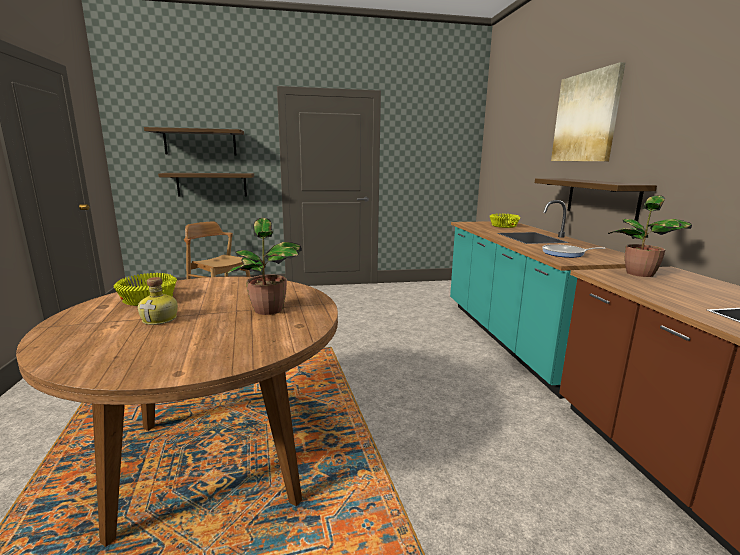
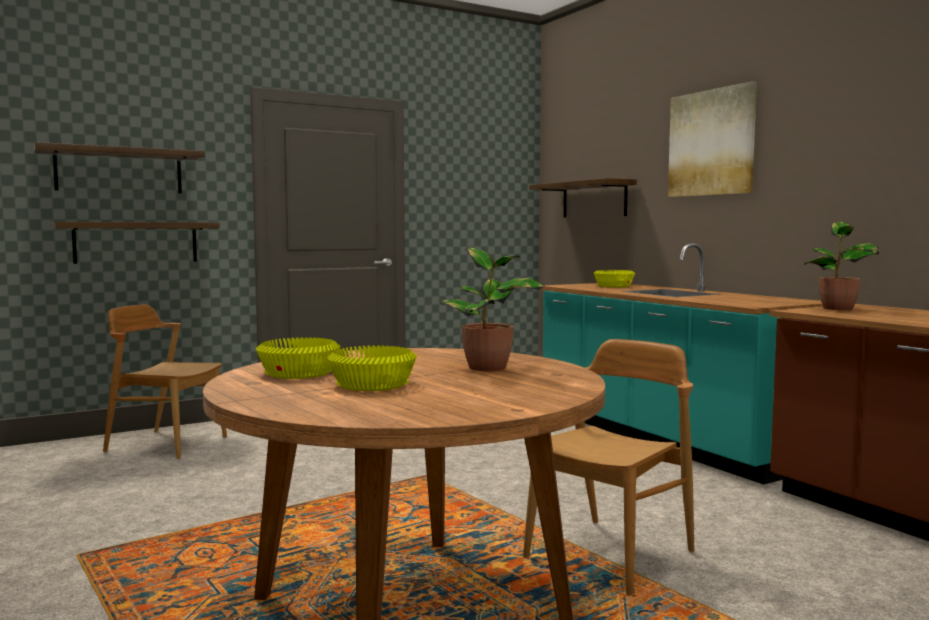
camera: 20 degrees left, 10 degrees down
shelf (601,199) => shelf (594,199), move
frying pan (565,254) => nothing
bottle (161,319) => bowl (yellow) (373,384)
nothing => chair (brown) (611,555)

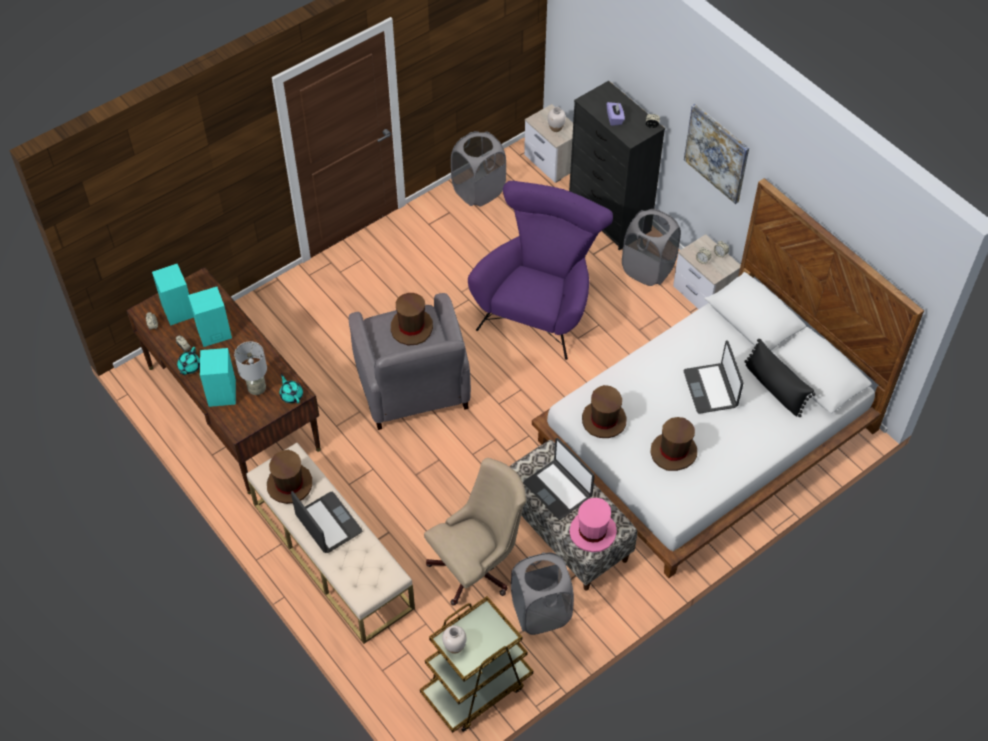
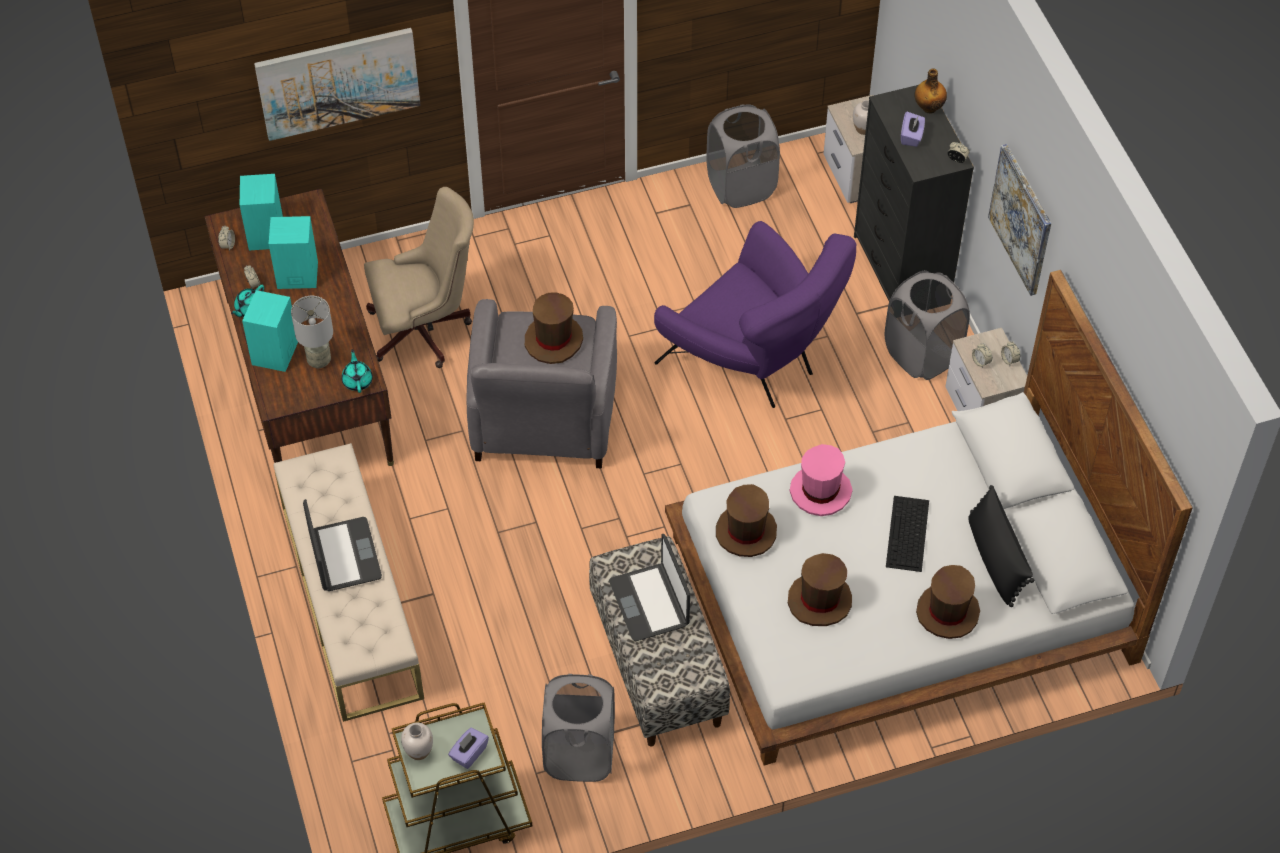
camera: 20 degrees right, 0 degrees up
armchair (purple) (539,305) => armchair (purple) (753,361), 90 degrees clockwise
laptop (711,389) => keyboard (907,534)
hat (brown) (289,484) => hat (brown) (947,612), move
office chair (beige) (477,566) => office chair (beige) (425,330), move
hat (pink) (592,532) => hat (pink) (820,491), move
nothing => picture (338,82)
nothing => bottle (929,107)
nothing => tissue box (purple) (469,753)

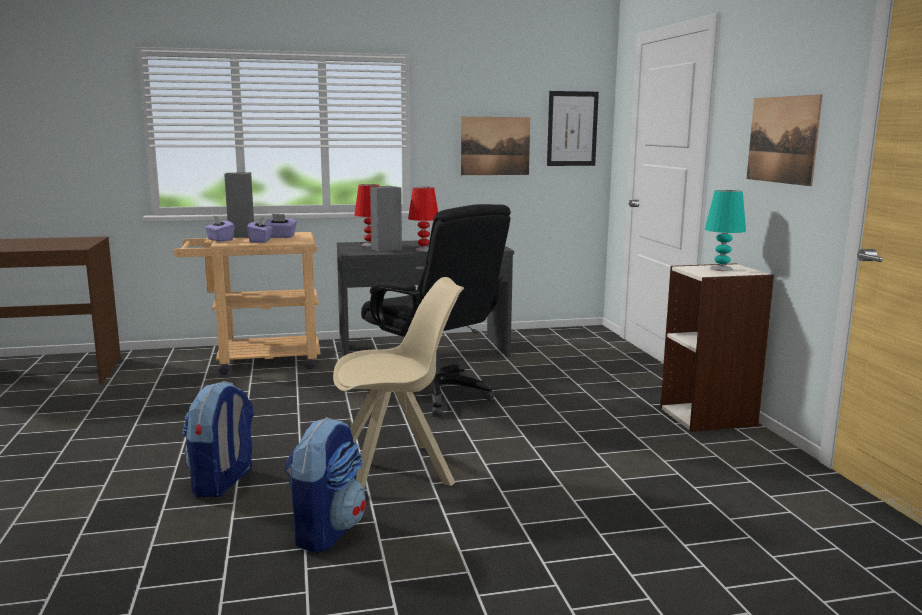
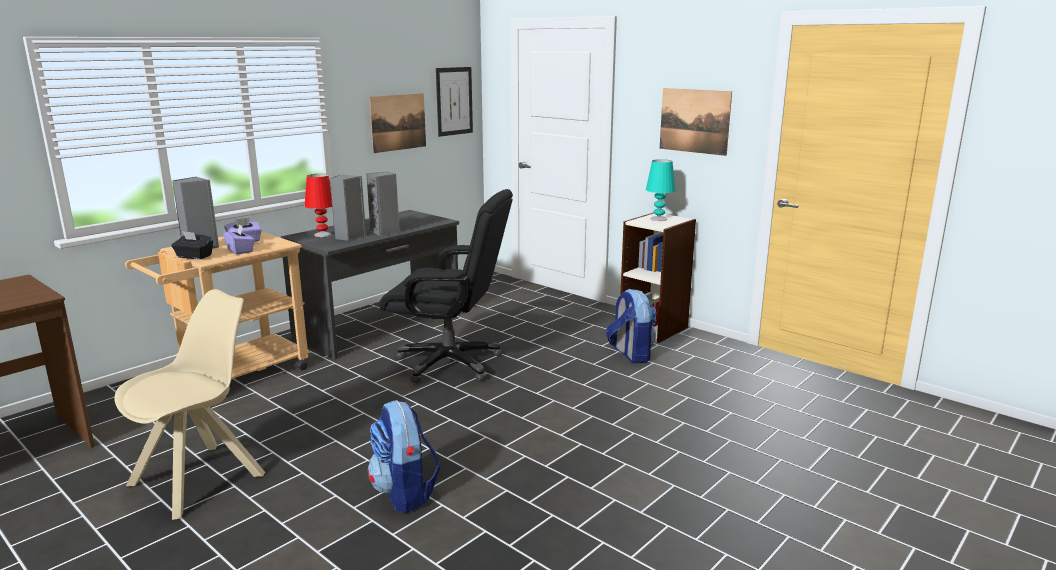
camera: 35 degrees left, 5 degrees up
table lamp (red) (424,250) => speaker (grey) (385,232)
tissue box (purple) (220,240) => tissue box (black) (194,256)
chair (beige) (397,470) => chair (beige) (201,478), move
backpack (326,531) => backpack (630,354), move

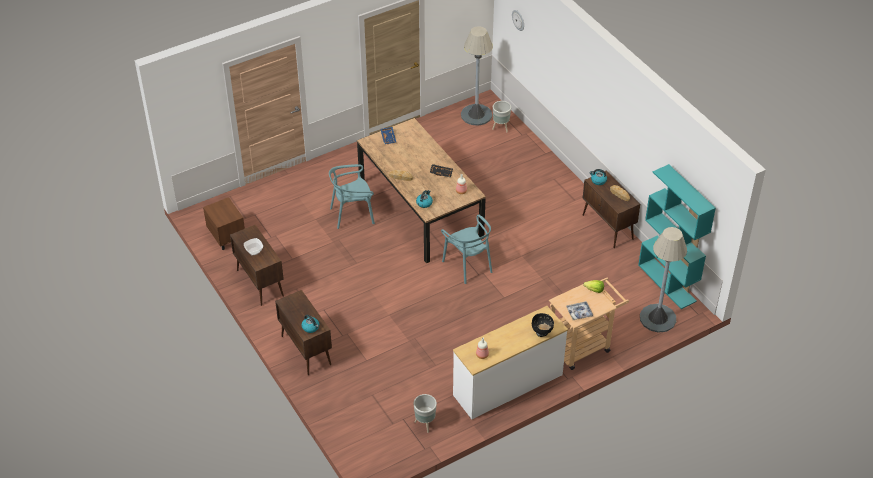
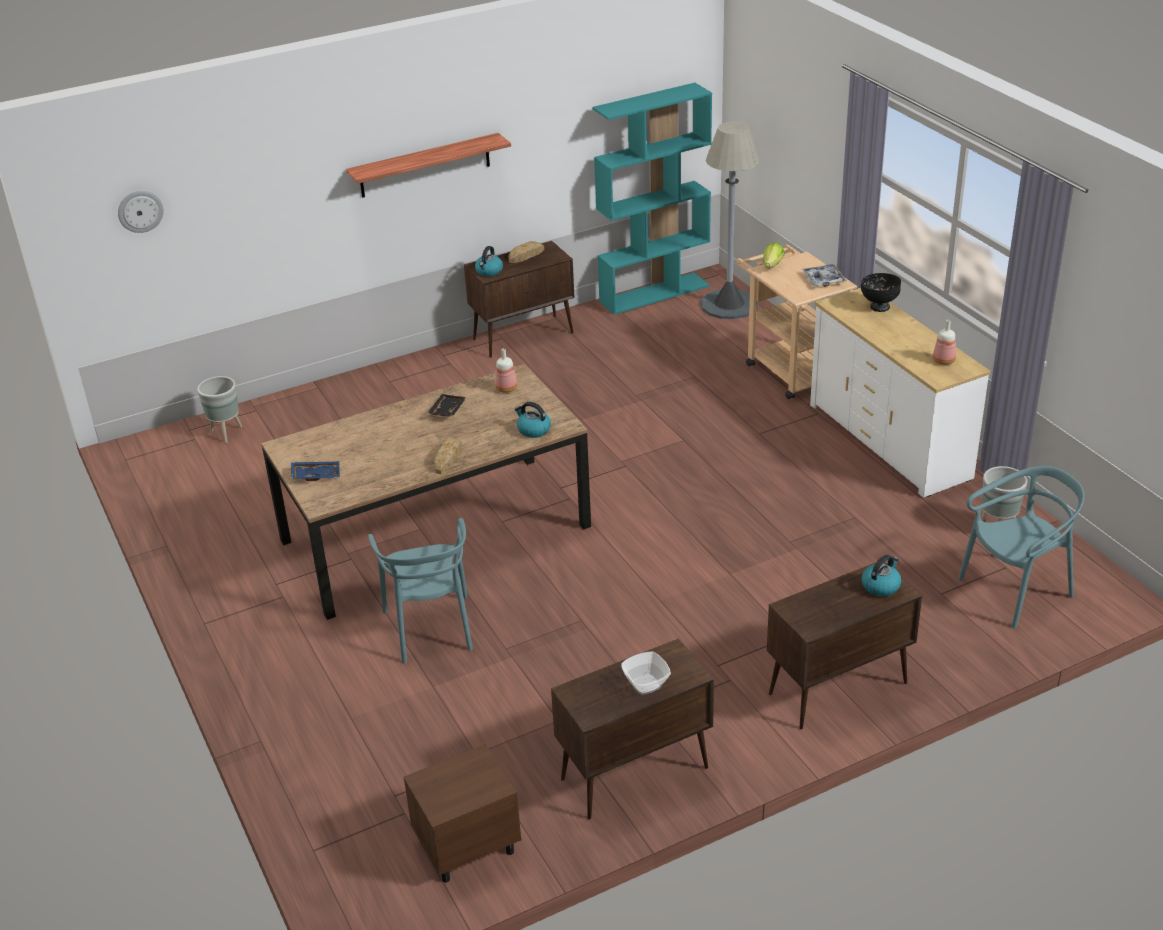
camera: 85 degrees left, 10 degrees down
floor lamp (grey) (476,115) => nothing
chair (turquoise) (468,265) => chair (turquoise) (1016,591), move
nothing => shelf (425,165)

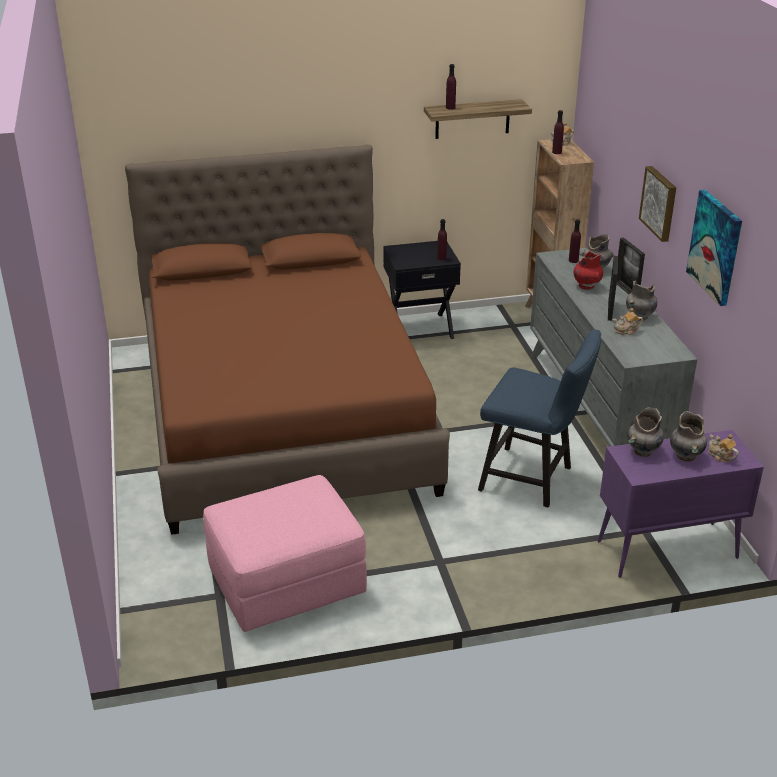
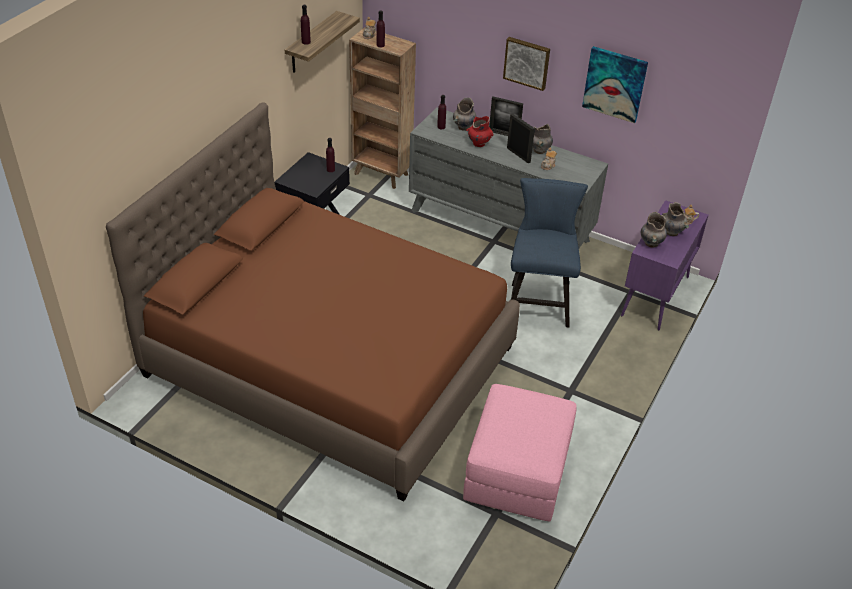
camera: 50 degrees left, 10 degrees up
chair (blue) (532,479) => chair (blue) (538,301), 60 degrees counterclockwise

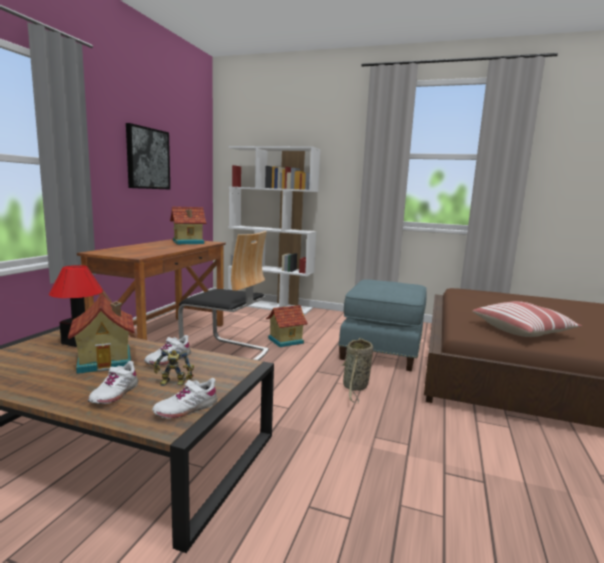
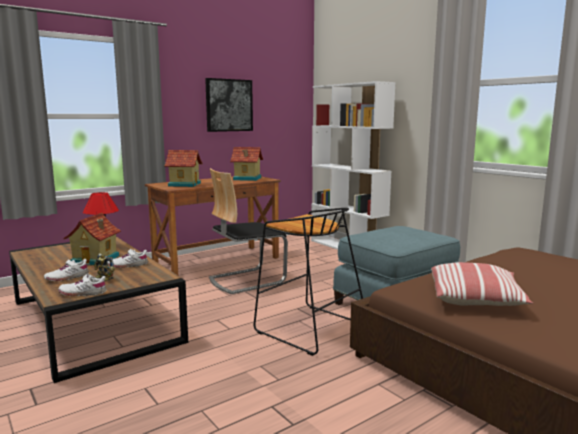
camera: 35 degrees right, 0 degrees up
chair (226,353) => chair (246,280), 90 degrees clockwise
toy house (285,340) => toy house (184,184), move
basket (355,387) => stool (black) (308,328)

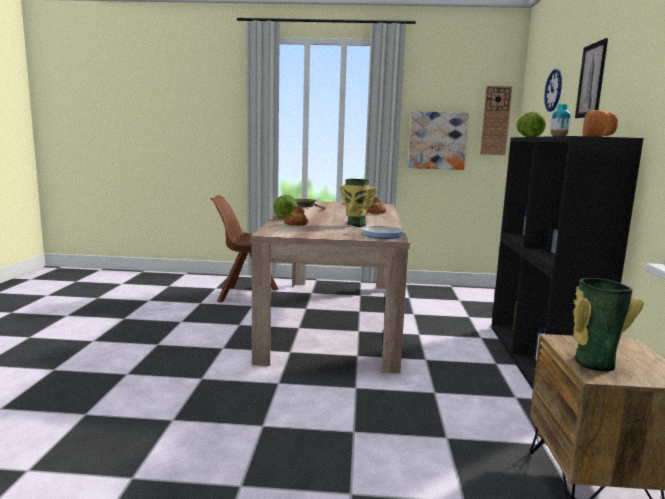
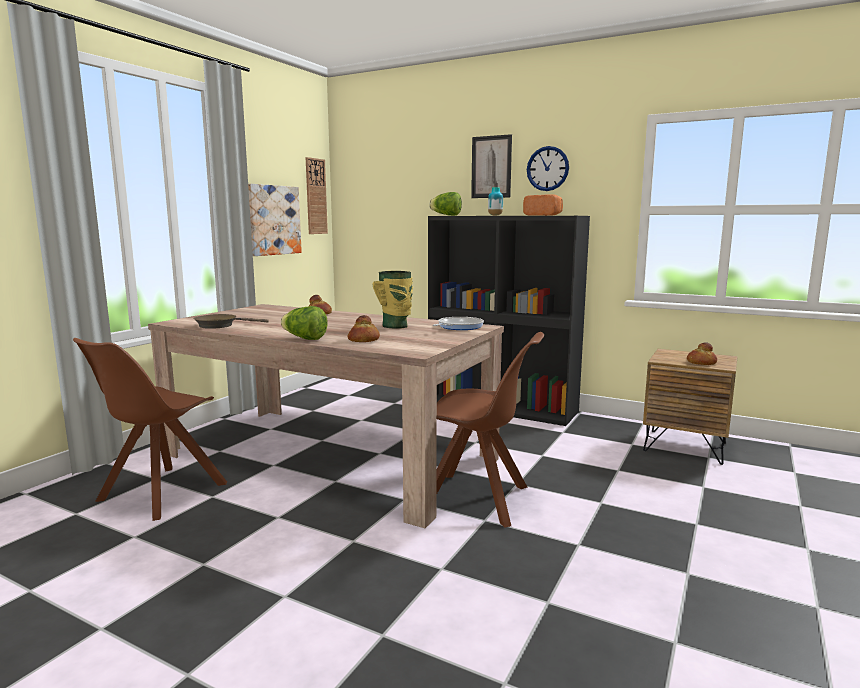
camera: 65 degrees left, 0 degrees up
wall clock (553,90) => wall clock (547,168), move
vase (592,361) => bread (701,363)
nothing => chair (brown) (478,500)

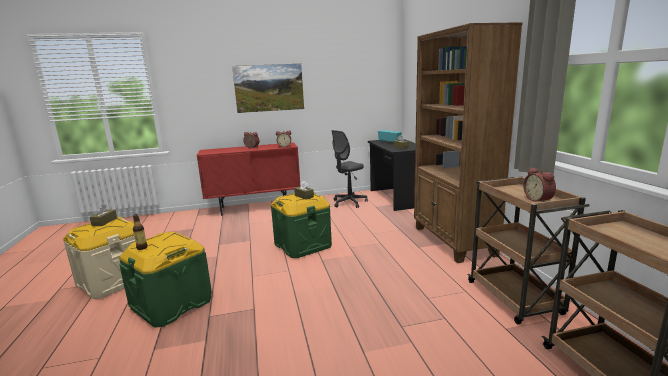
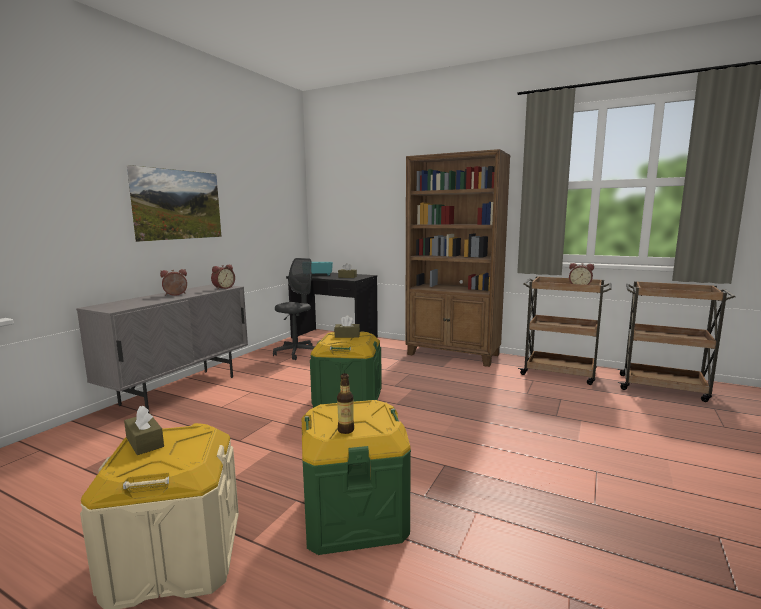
camera: 50 degrees left, 5 degrees down
office chair (grey) (349,203) => office chair (grey) (296,353), 150 degrees counterclockwise
cabinet (red) (254,208) => cabinet (grey) (180,390)

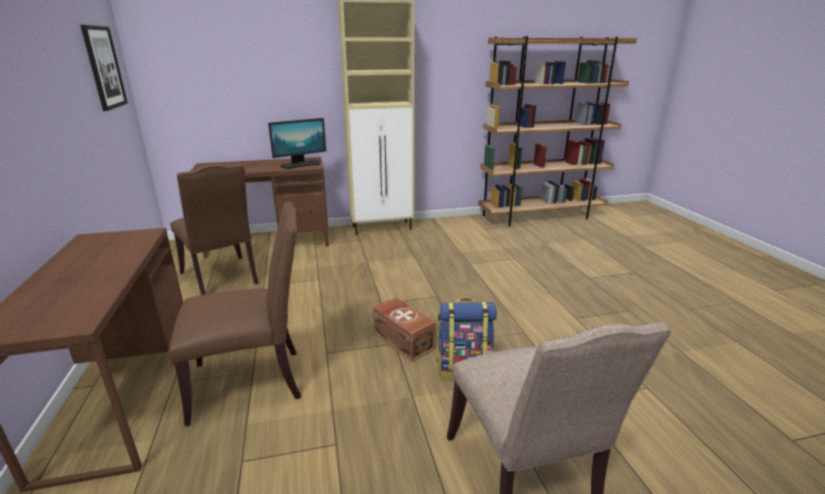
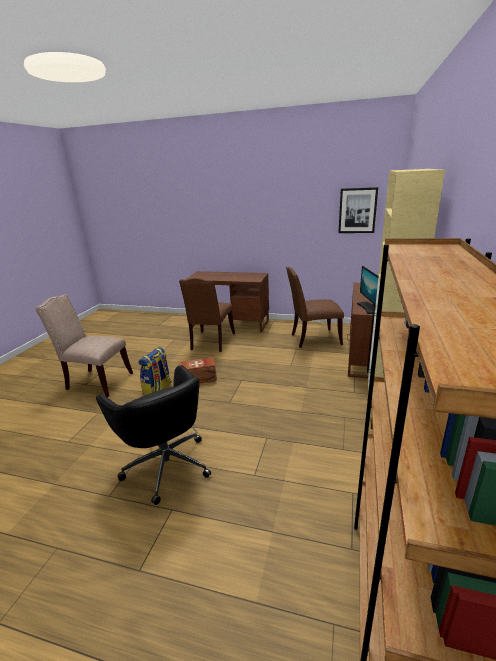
camera: 120 degrees right, 0 degrees up
nothing => office chair (black) (166,464)

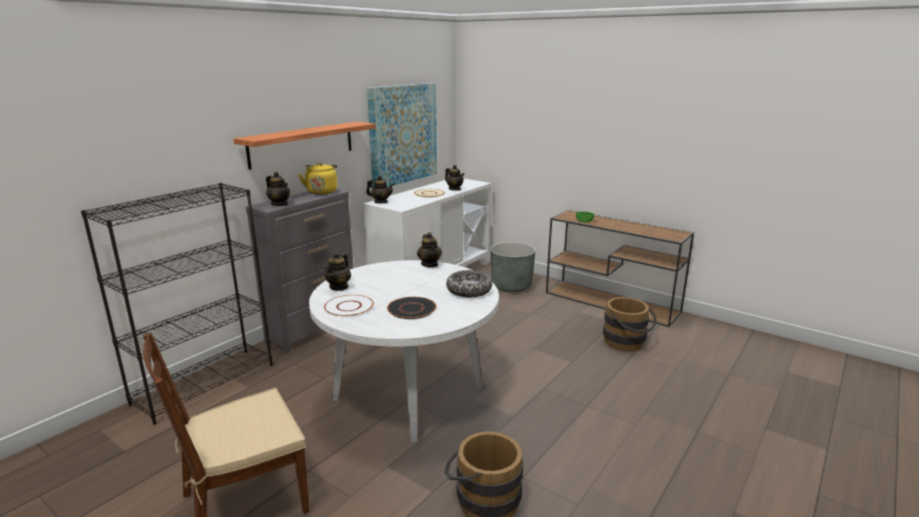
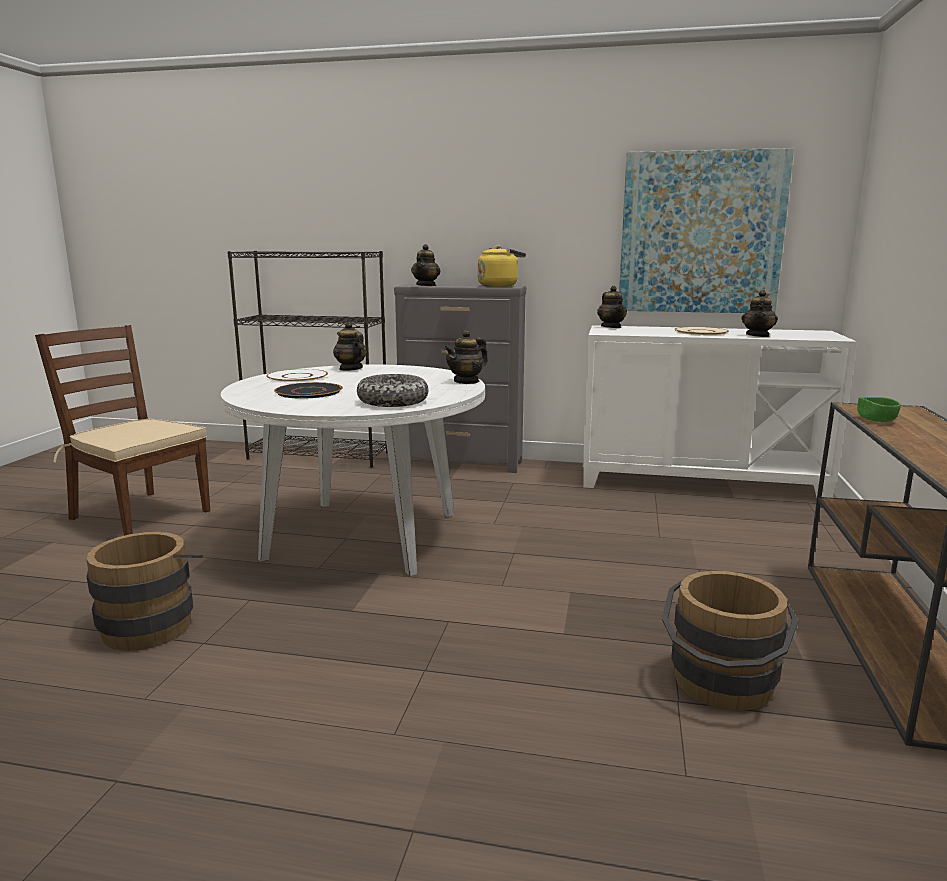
camera: 65 degrees right, 5 degrees down
shelf (302,144) => nothing
planter (grey) (511,286) => nothing
teapot (339,287) => teapot (350,369), 60 degrees clockwise

